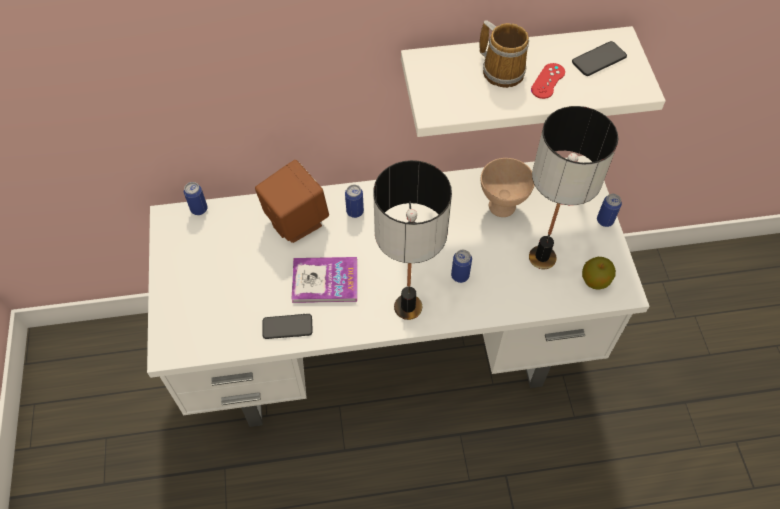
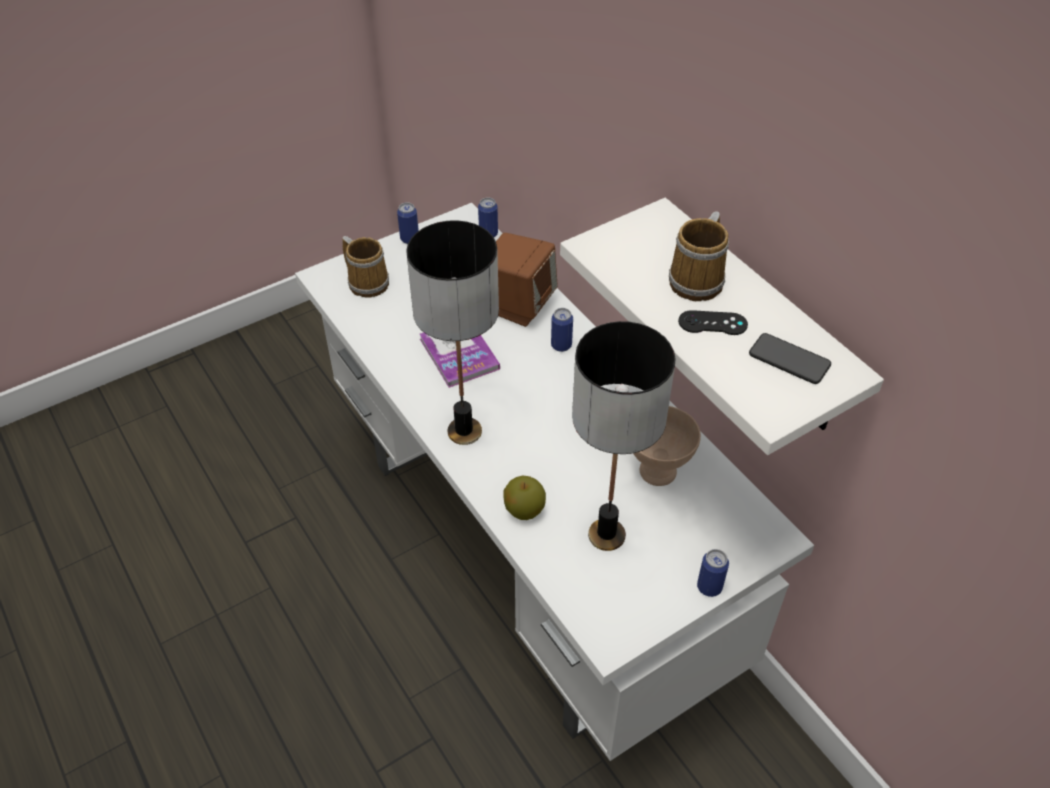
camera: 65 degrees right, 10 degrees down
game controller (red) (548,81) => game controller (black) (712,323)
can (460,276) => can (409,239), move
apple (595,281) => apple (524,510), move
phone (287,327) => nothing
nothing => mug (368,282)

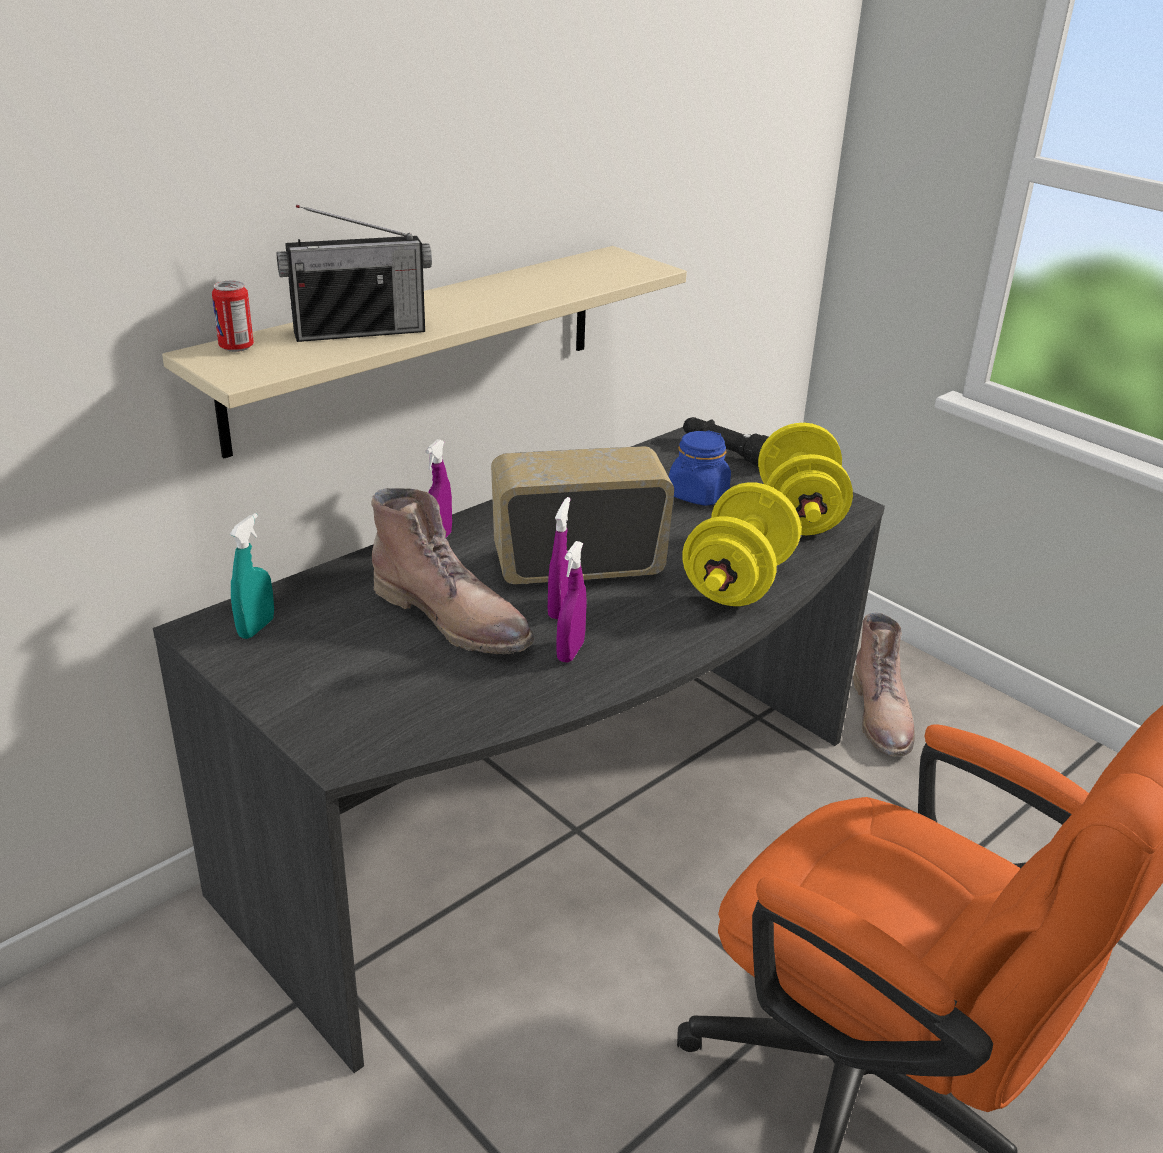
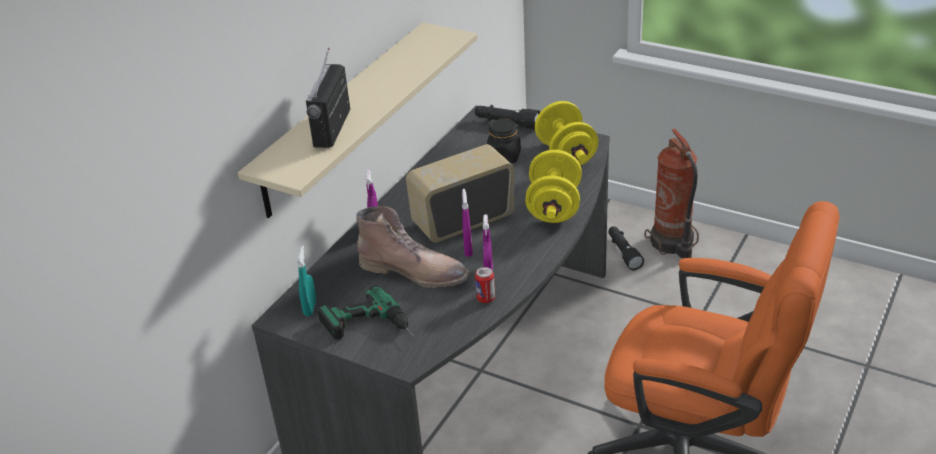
camera: 15 degrees left, 5 degrees up
radio (359,331) => radio (332,128), 135 degrees clockwise
can (236,347) => can (485,298), move
jar (blue) (698,495) => jar (black) (504,156)
boot (brown) (882,717) => flashlight (black) (623,252)
nothing => fire extinguisher (672,243)
nothing => power drill (370,329)

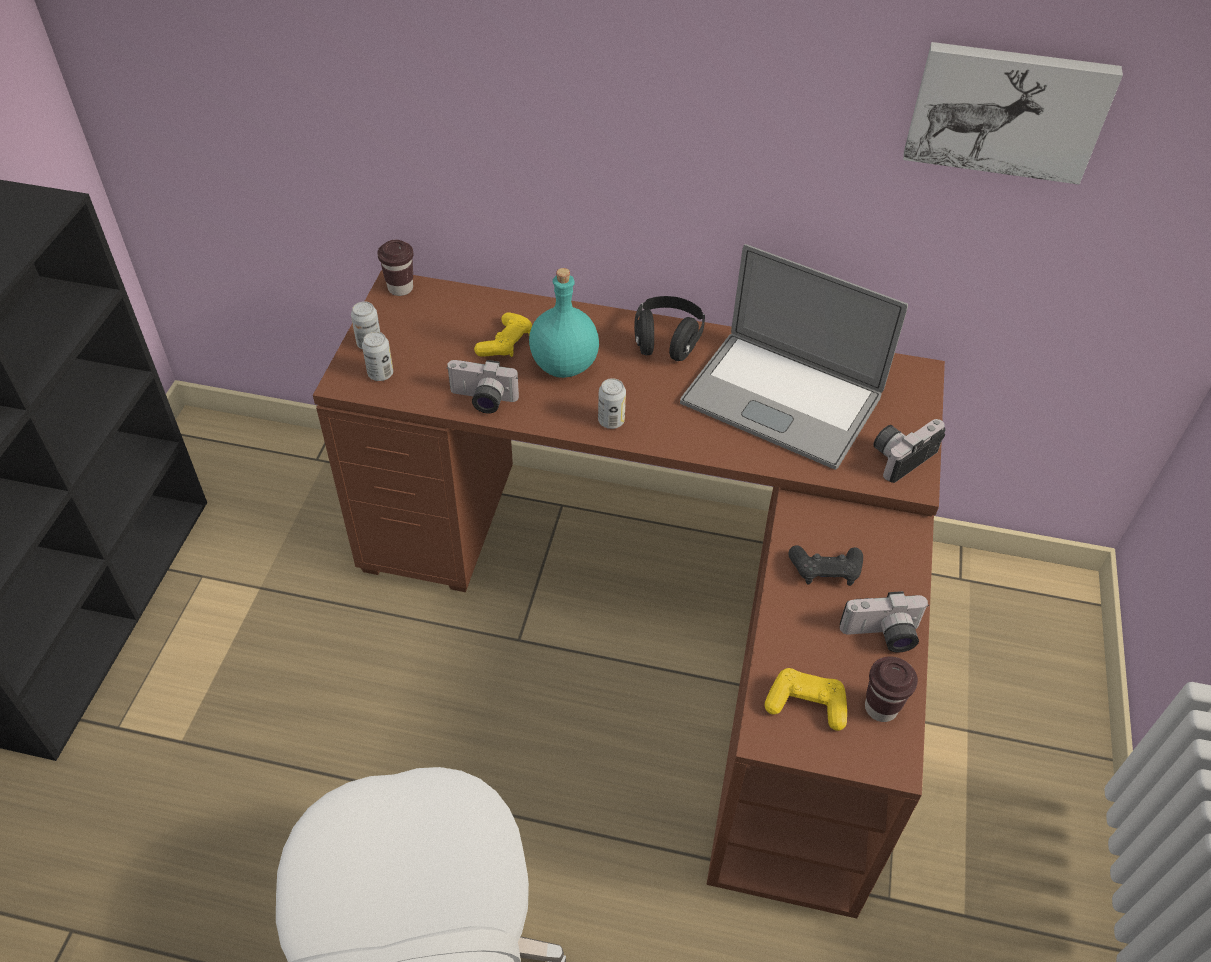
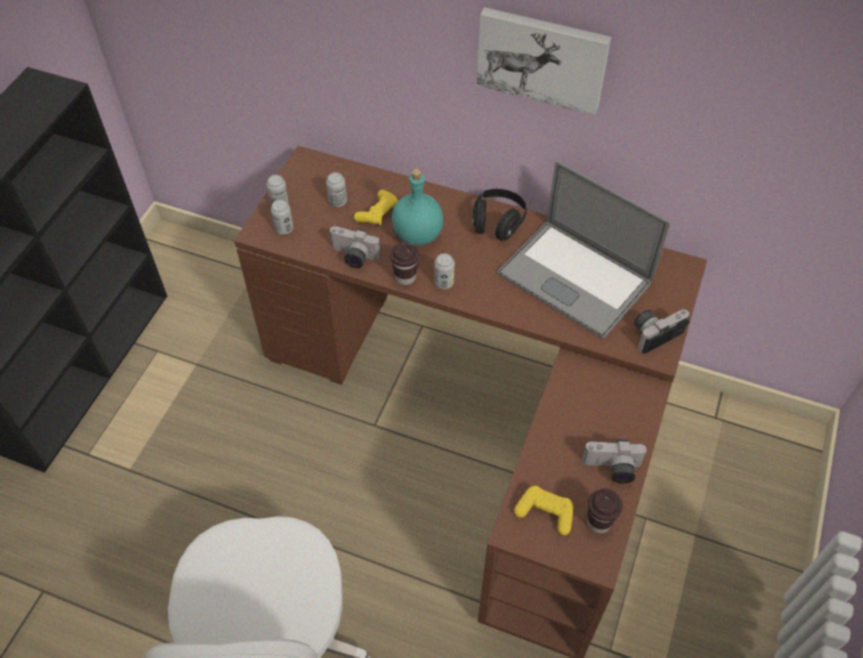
camera: 10 degrees right, 5 degrees up
picture (1007,110) => picture (542,58), move
cup (brown) (400,288) => cup (brown) (405,277), move
game controller (black) (825,570) => nothing
nothing => can (338,202)

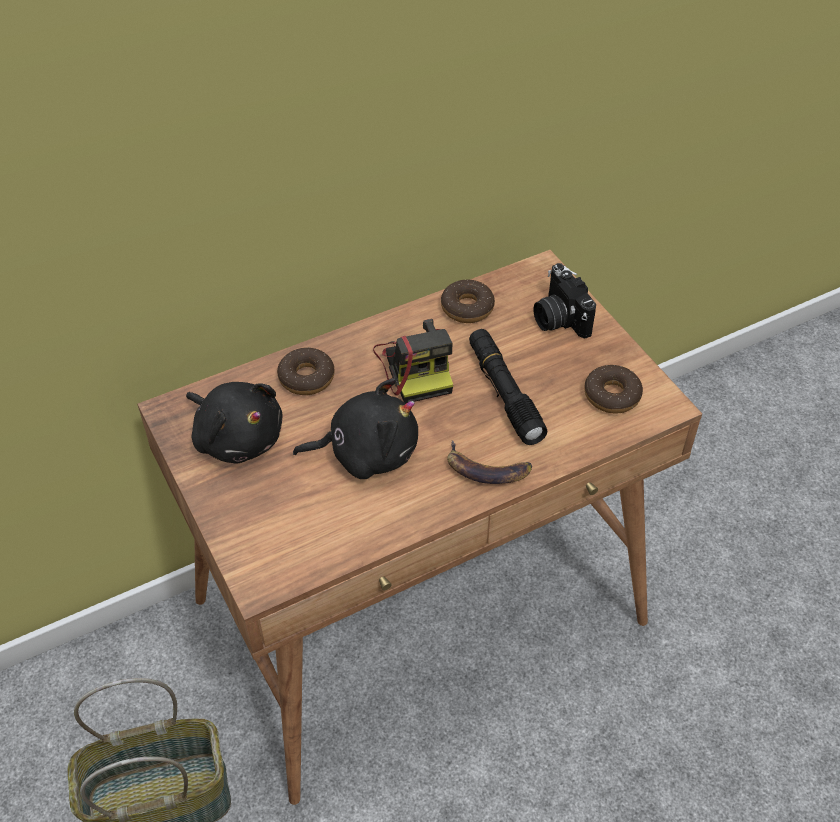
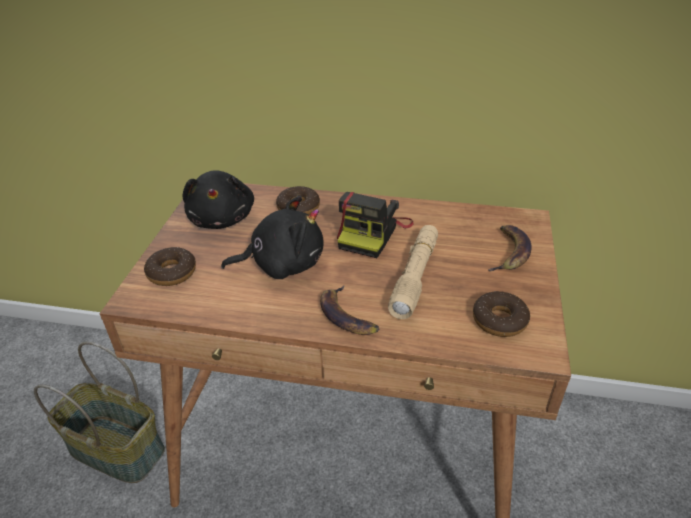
camera: 40 degrees right, 10 degrees down
photo camera (558,318) => banana (509,252)
donut (467,308) => donut (172,272), move
flashlight (black) (504,393) => flashlight (beige) (415,277)
plush toy (black) (367,452) => plush toy (black) (282,264), 45 degrees counterclockwise

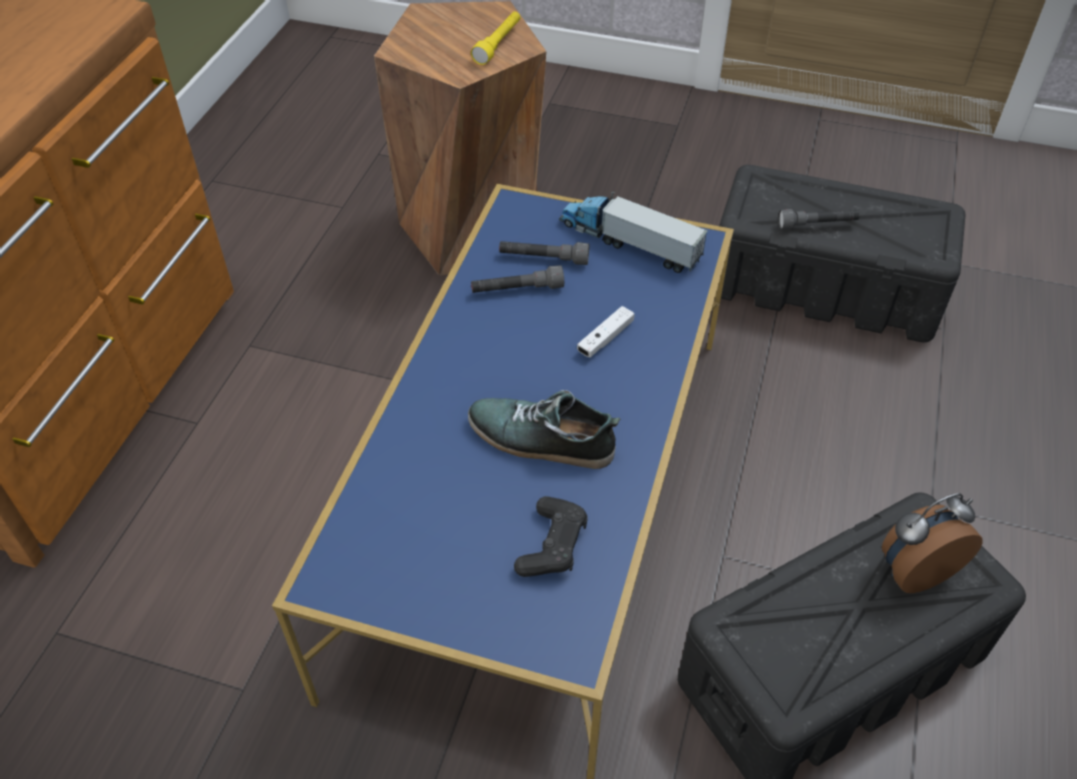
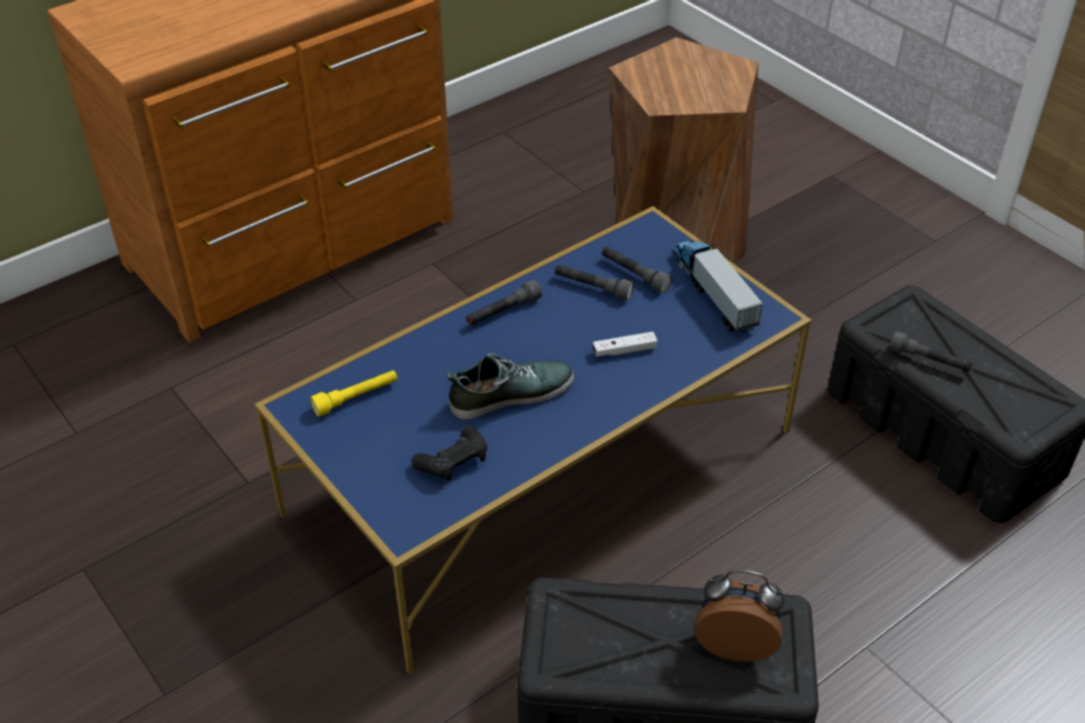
camera: 35 degrees right, 5 degrees down
flashlight (yellow) (498,44) => flashlight (yellow) (356,398), move
shoe (541,440) => shoe (510,394), 105 degrees clockwise
nothing => flashlight (grey) (503,312)

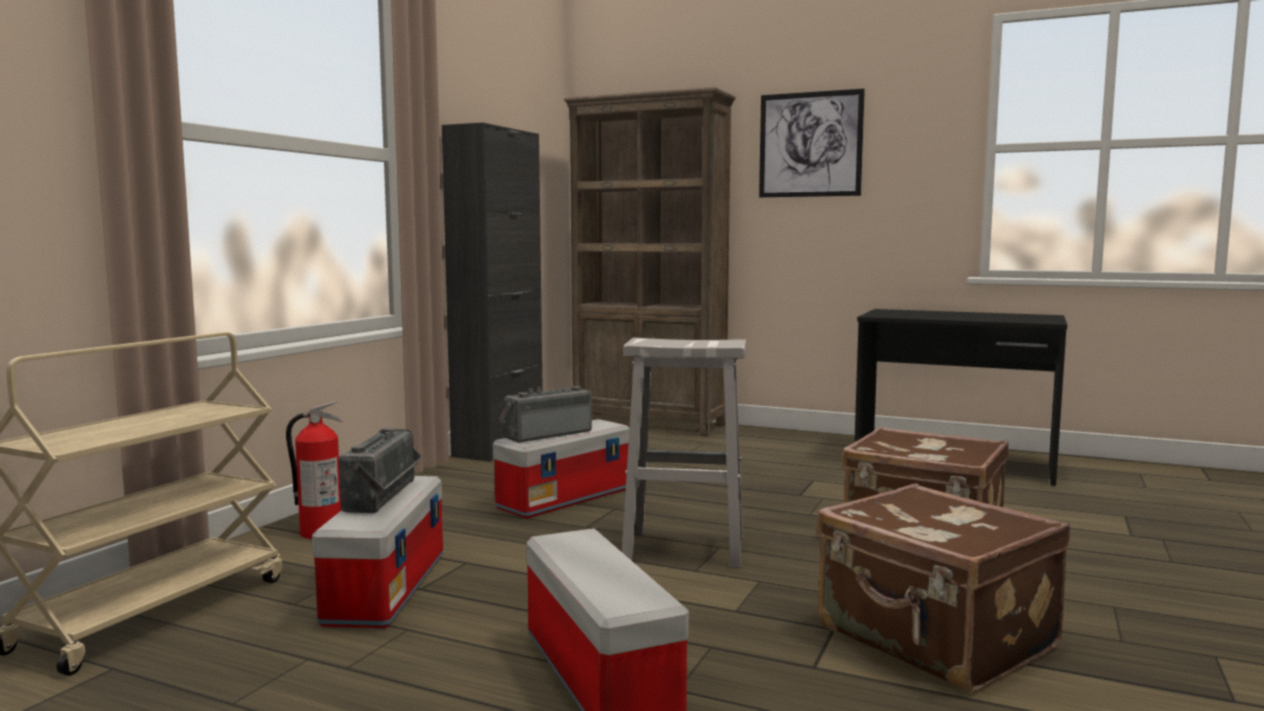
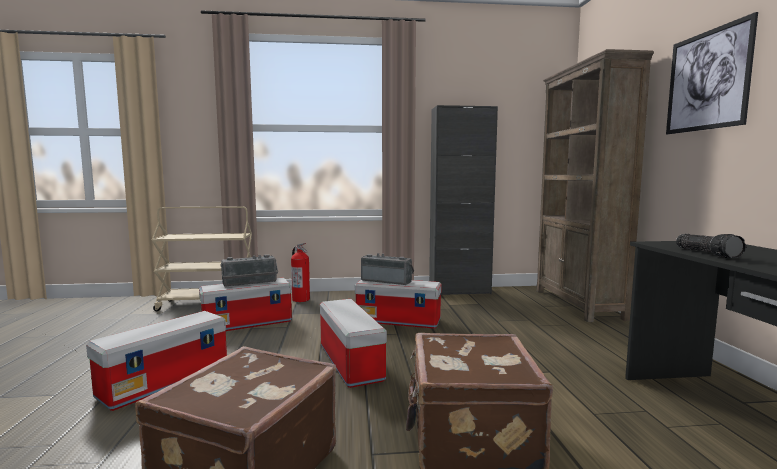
camera: 60 degrees right, 0 degrees up
stool (white) (682,549) => storage box (349,362)
nothing => flashlight (708,253)

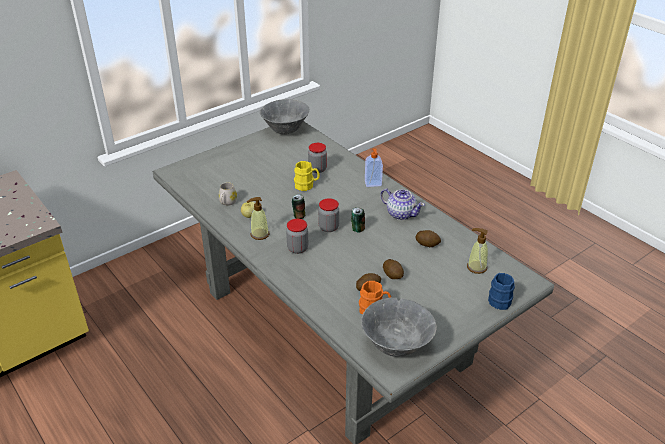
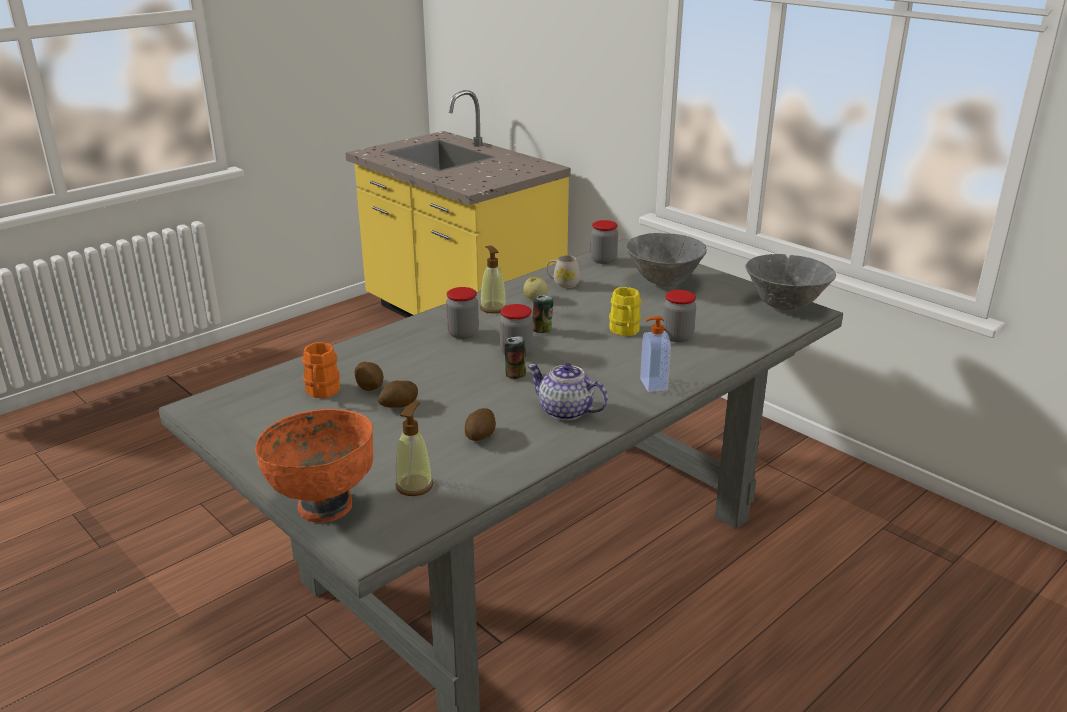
camera: 85 degrees right, 10 degrees down
teapot (401,214) => teapot (566,411), 90 degrees clockwise
mug (blue) (498,299) => bowl (orange) (324,505)
bowl (grey) (396,346) => bowl (grey) (663,282), move
nothing => jar (603,260)

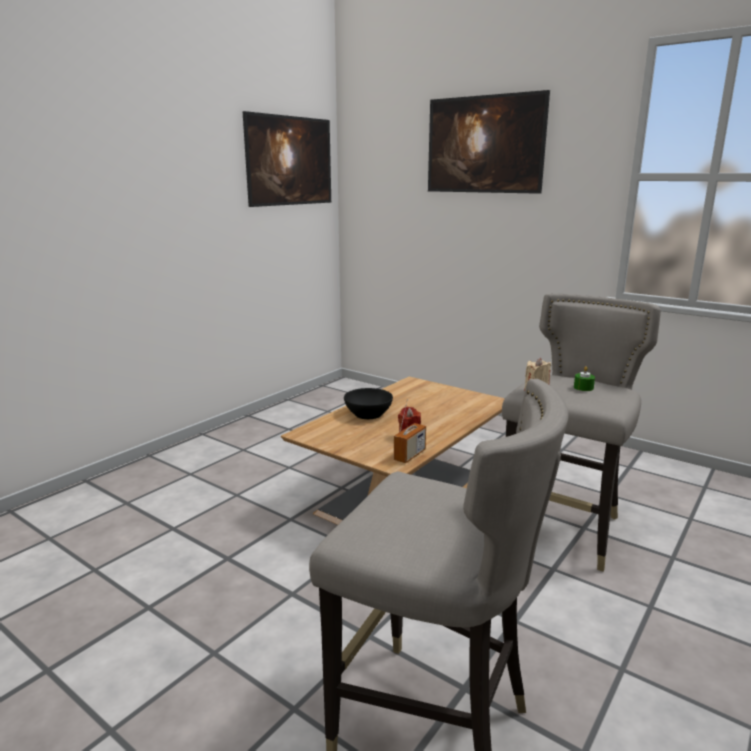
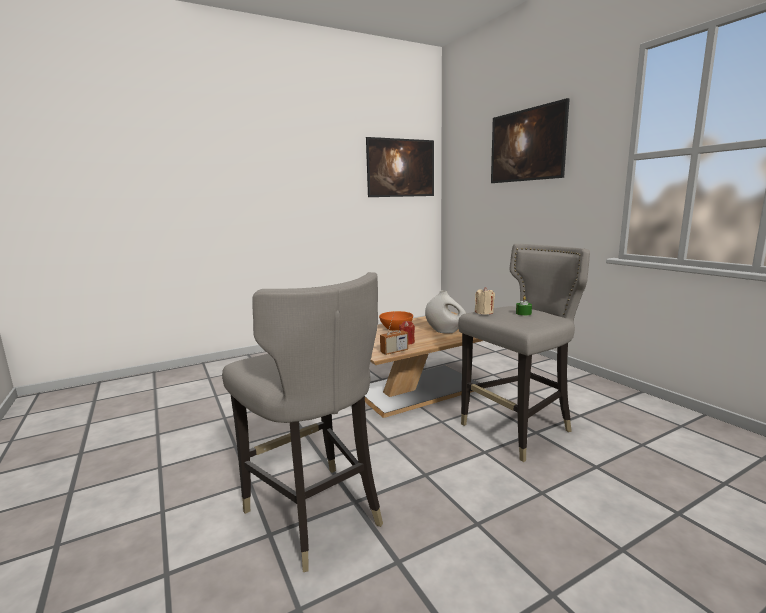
camera: 25 degrees right, 5 degrees down
bowl (black) (368,414) => bowl (orange) (396,328)
nothing => vase (white) (445,331)

